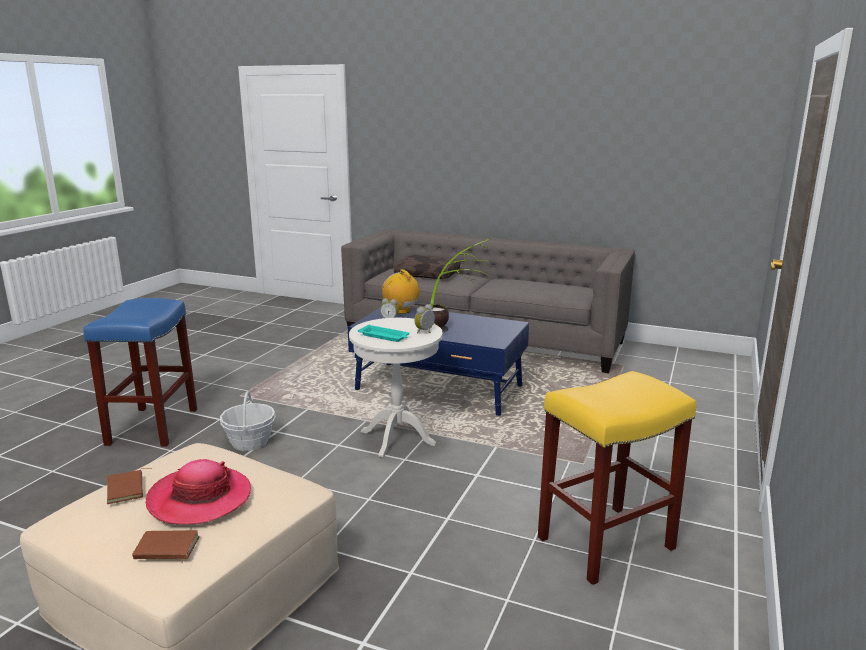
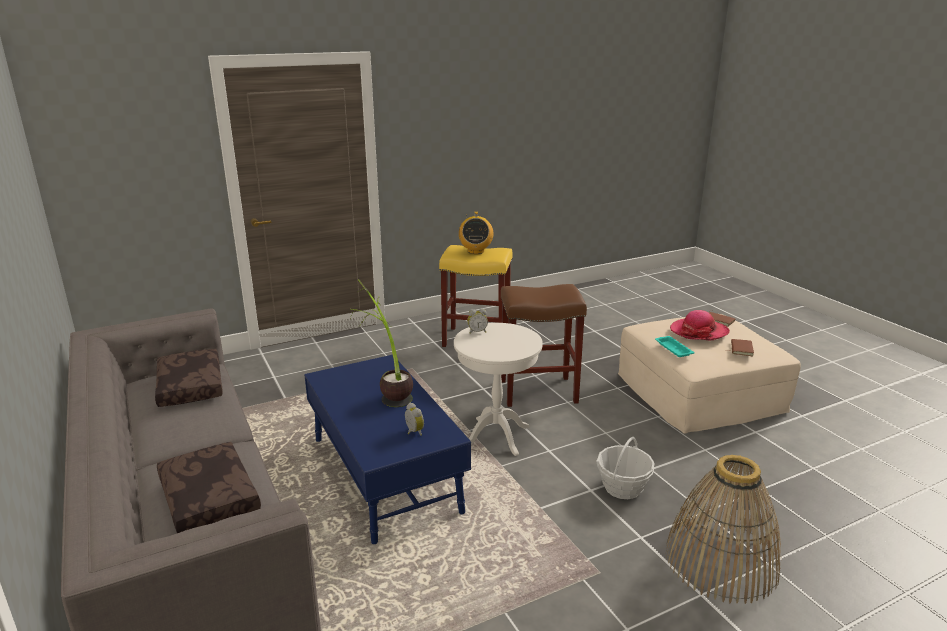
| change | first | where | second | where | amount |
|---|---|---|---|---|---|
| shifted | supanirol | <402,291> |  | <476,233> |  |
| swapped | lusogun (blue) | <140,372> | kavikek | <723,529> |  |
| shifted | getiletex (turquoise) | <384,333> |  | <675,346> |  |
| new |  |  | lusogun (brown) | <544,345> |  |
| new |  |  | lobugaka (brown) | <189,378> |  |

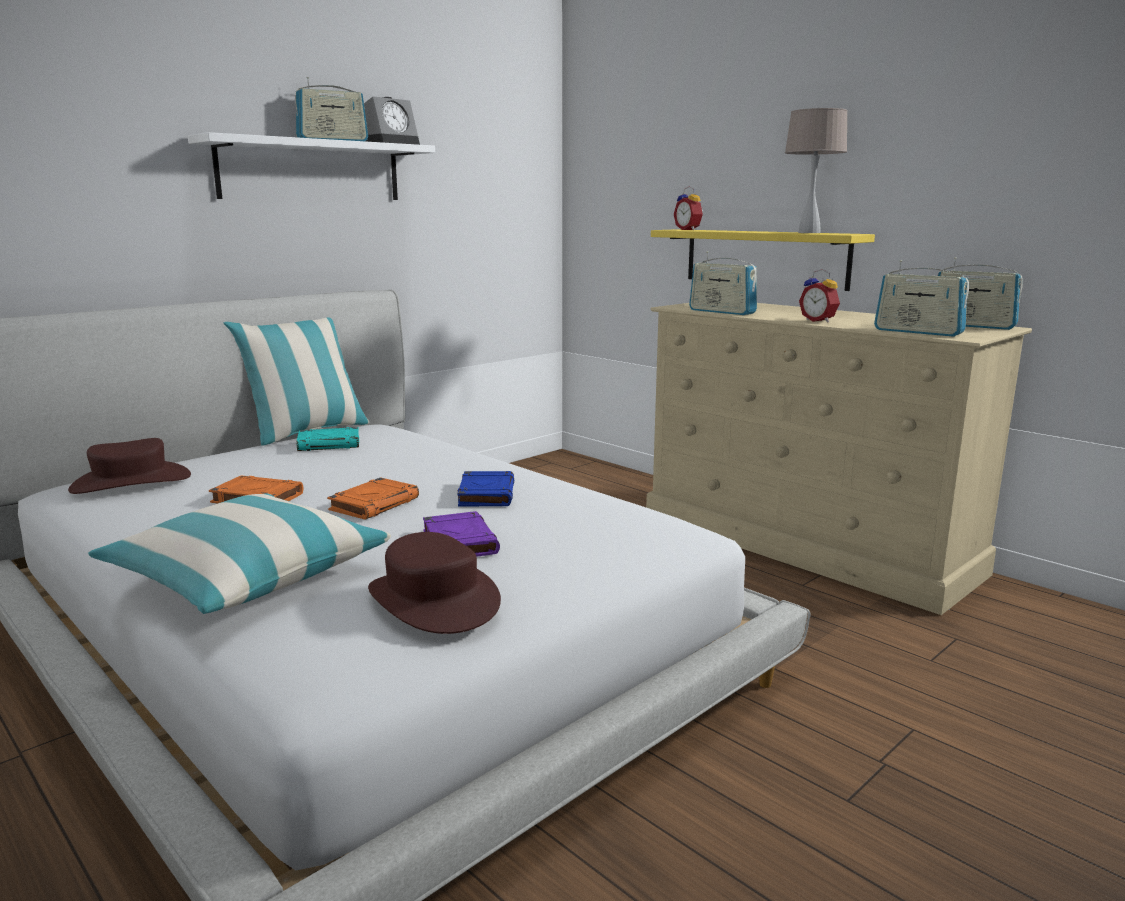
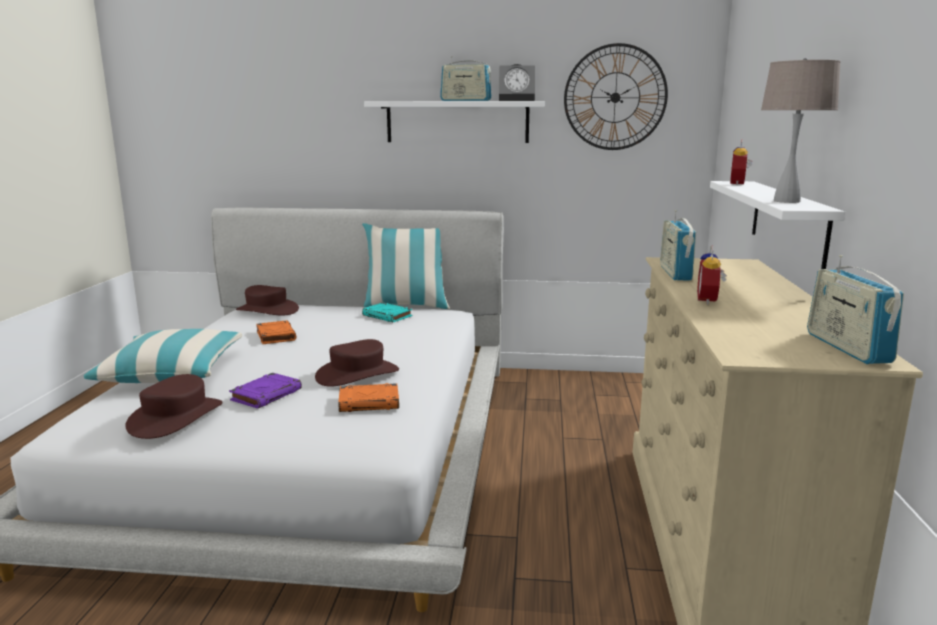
| change | first | where | second | where | amount |
|---|---|---|---|---|---|
| repainted | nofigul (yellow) | <763,260> | nofigul (white) | <777,225> |  |
| gone | supanirol | <922,298> |  |  |  |
| swapped | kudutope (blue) | <486,489> | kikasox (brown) | <357,363> |  |
| shifted | kudutope (orange) | <373,498> |  | <368,397> |  |
| new |  |  | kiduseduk | <616,96> |  |

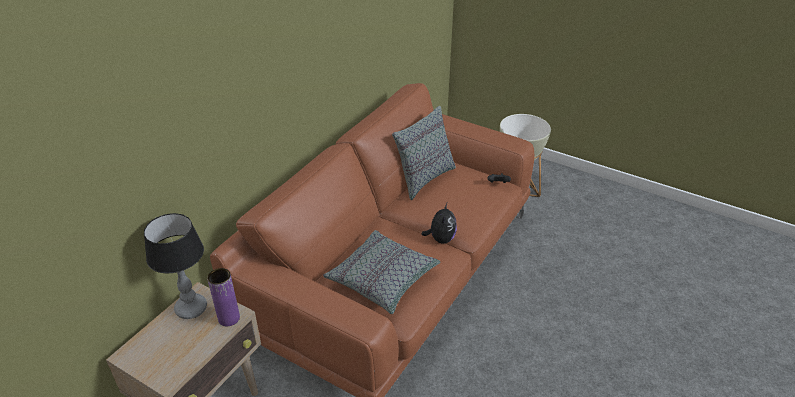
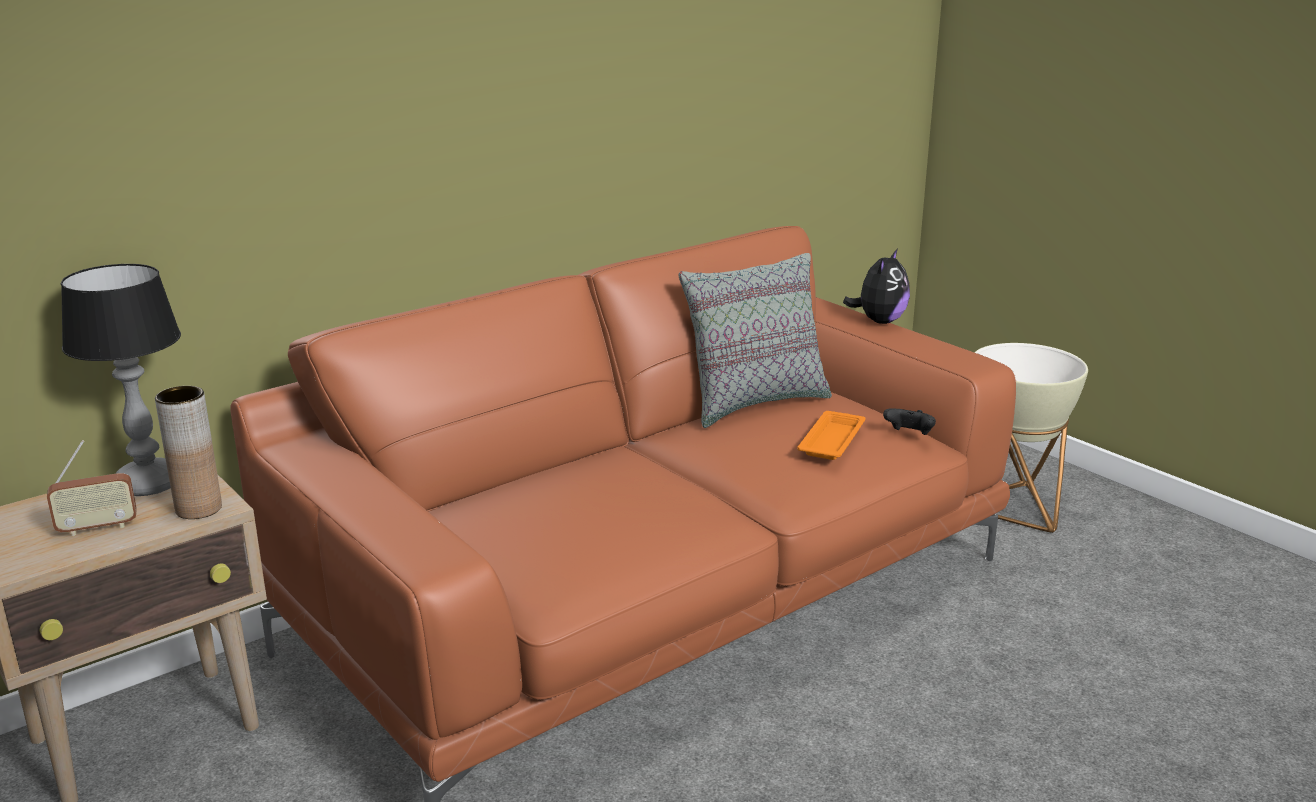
| change | first | where | second | where | amount |
|---|---|---|---|---|---|
| shifted | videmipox | <439,223> |  | <876,286> |  |
| gone | lobugaka (grey) | <382,272> |  |  |  |
| repainted | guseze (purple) | <223,297> | guseze (brown) | <188,452> |  |
| new |  |  | getiletex (orange) | <831,435> |  |
| new |  |  | supanirol | <92,488> |  |

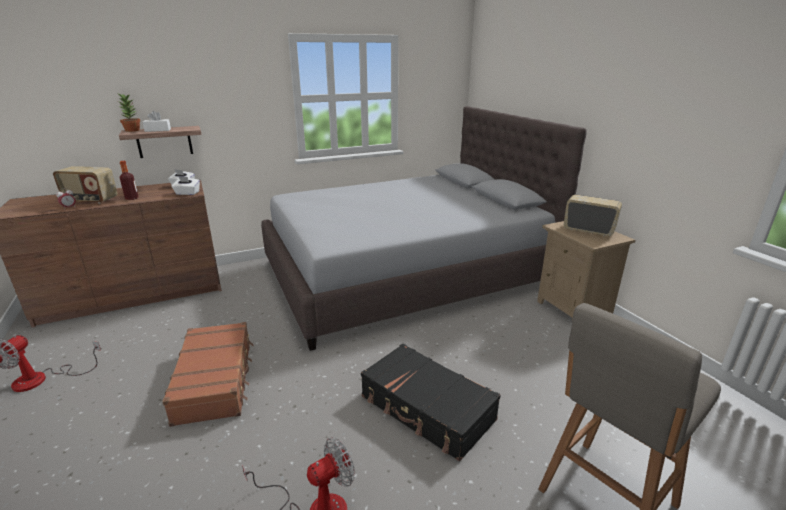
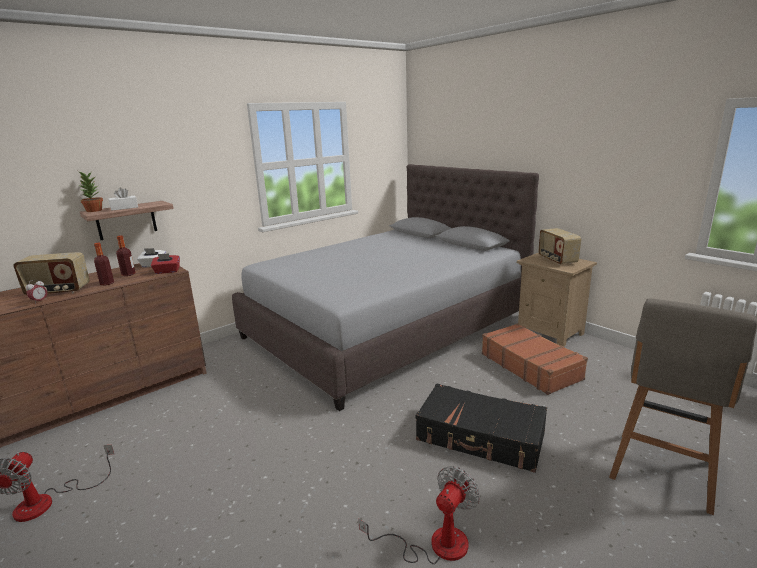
| change | first | where | second | where | amount |
|---|---|---|---|---|---|
| repainted | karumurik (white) | <186,185> | karumurik (red) | <165,263> |  |
| rotated | supanirol | <593,215> |  | <560,246> | 120 degrees counterclockwise |
| shifted | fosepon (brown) | <208,374> |  | <535,359> |  |
| new |  |  | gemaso | <126,256> |  |

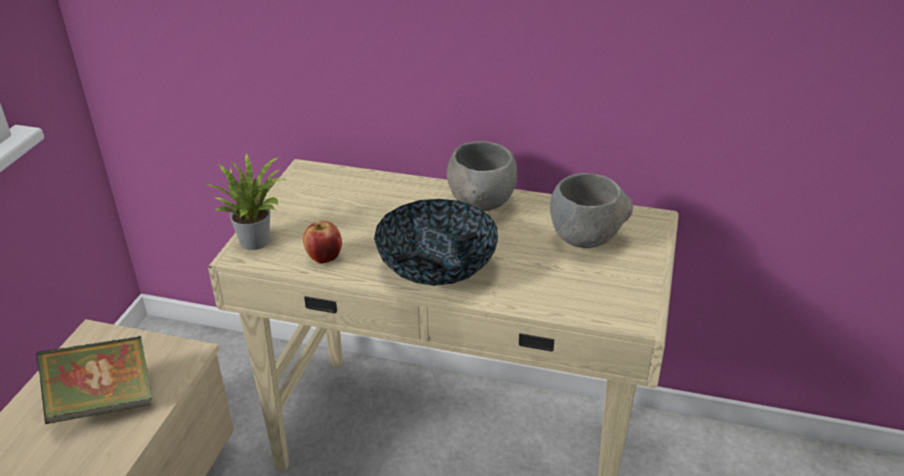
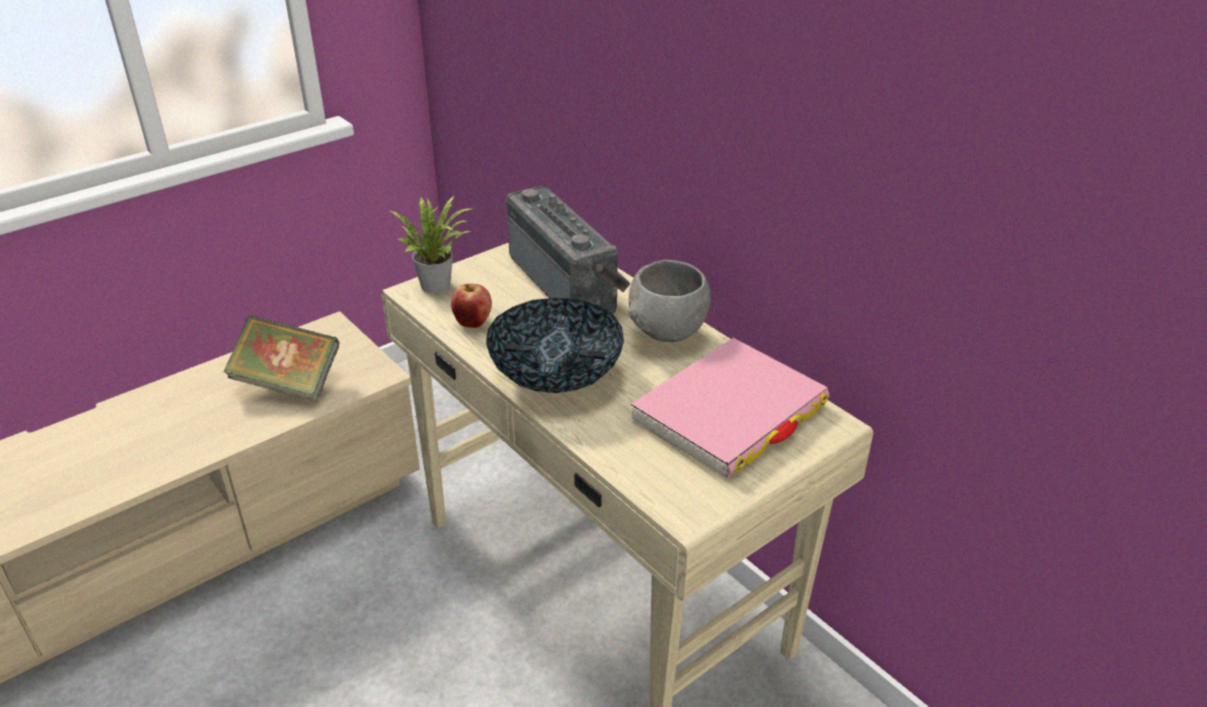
| change | first | where | second | where | amount |
|---|---|---|---|---|---|
| swapped | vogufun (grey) | <591,210> | kudutope (pink) | <730,408> |  |
| new |  |  | supanirol | <568,250> |  |

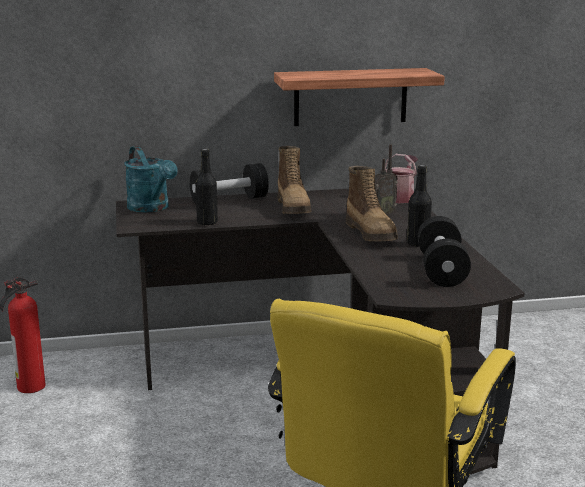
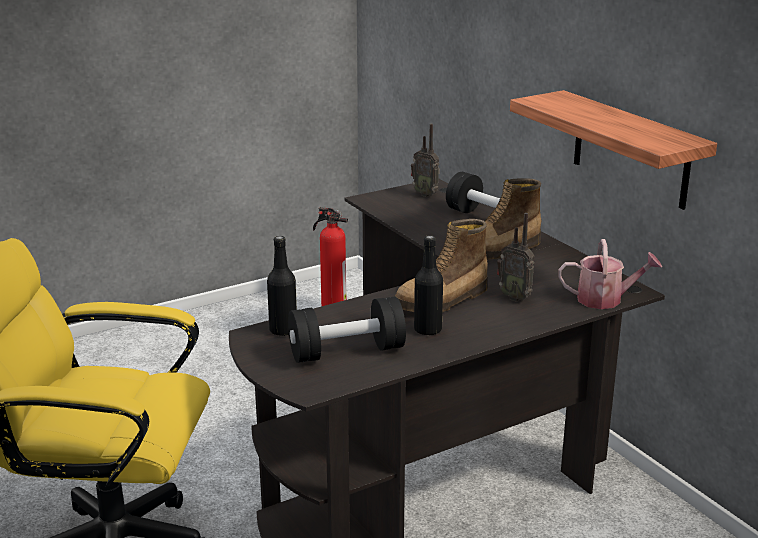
| change | first | where | second | where | amount |
|---|---|---|---|---|---|
| swapped | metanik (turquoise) | <151,179> | supanirol | <425,160> |  |
| shifted | gemaso (black) | <207,187> |  | <282,286> |  |

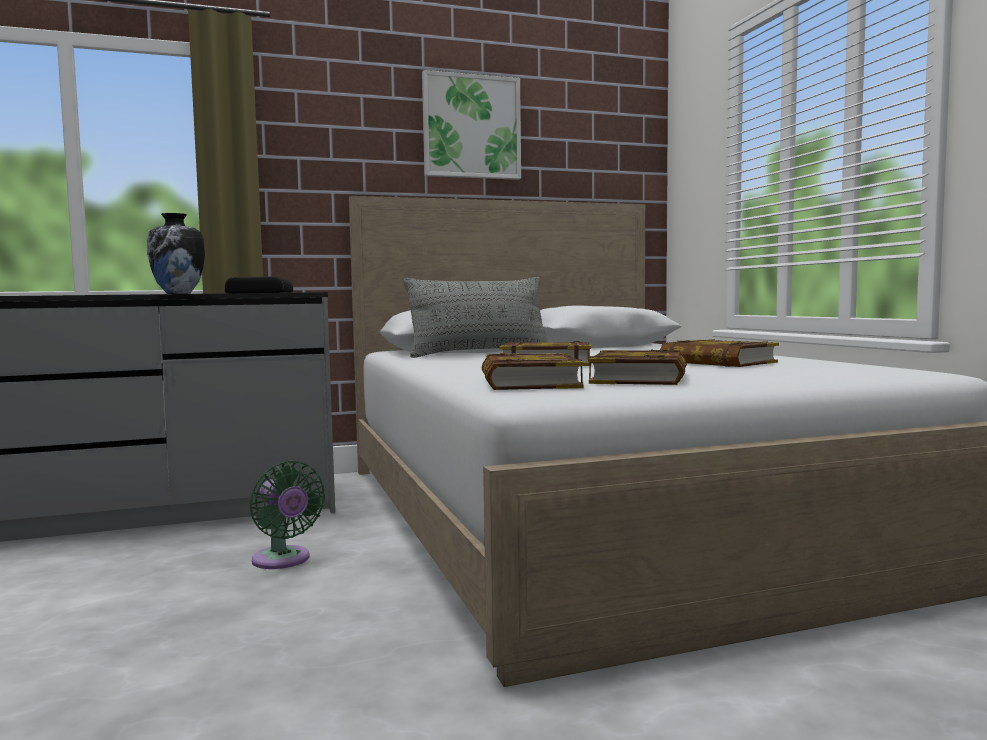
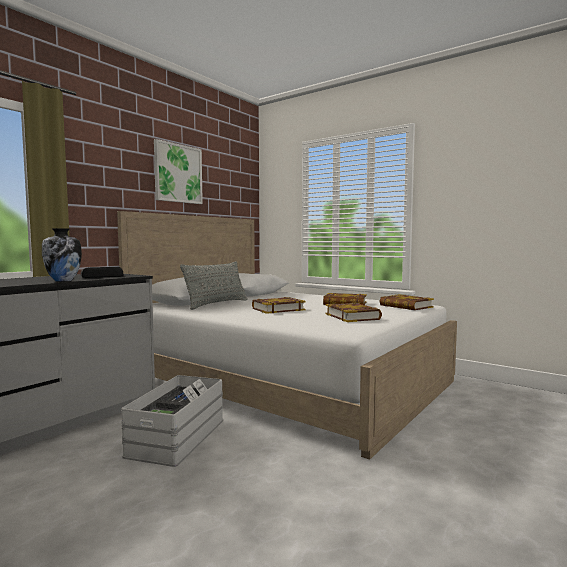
| change | first | where | second | where | amount |
|---|---|---|---|---|---|
| shifted | kudutope | <533,371> |  | <406,302> |  |
| swapped | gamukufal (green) | <287,514> | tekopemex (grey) | <172,421> |  |

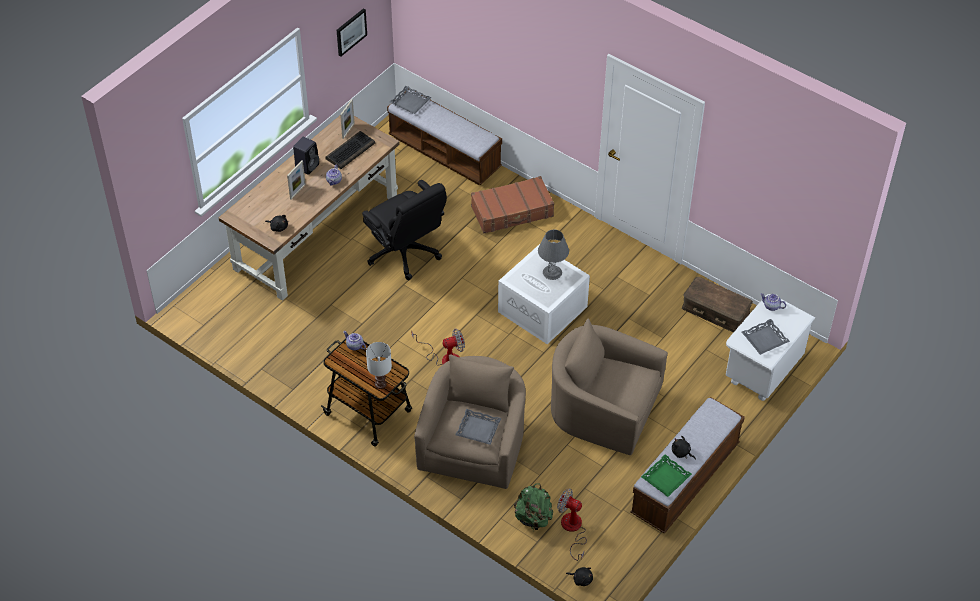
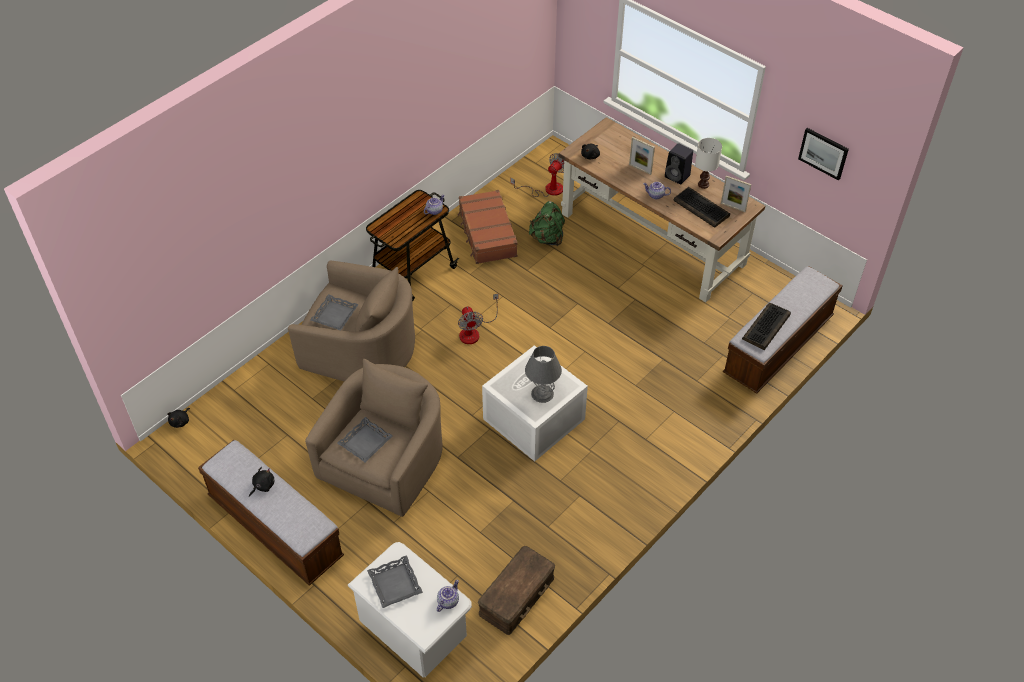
| change | first | where | second | where | amount |
|---|---|---|---|---|---|
| shifted | getiletex (grey) | <411,100> |  | <365,439> |  |
| shifted | fosepon (brown) | <512,204> |  | <487,227> |  |
| gone | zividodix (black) | <404,230> |  |  |  |
| shifted | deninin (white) | <379,365> |  | <708,163> |  |
| gone | getiletex (green) | <666,475> |  |  |  |
| shifted | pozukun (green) | <533,507> |  | <547,224> |  |
| shifted | gamukufal | <572,525> |  | <537,175> |  |
| new |  |  | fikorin | <766,326> |  |

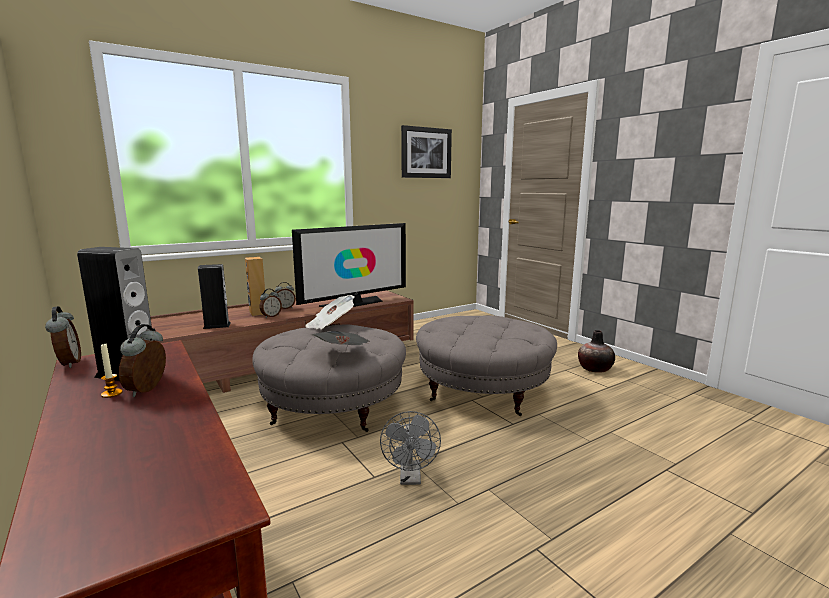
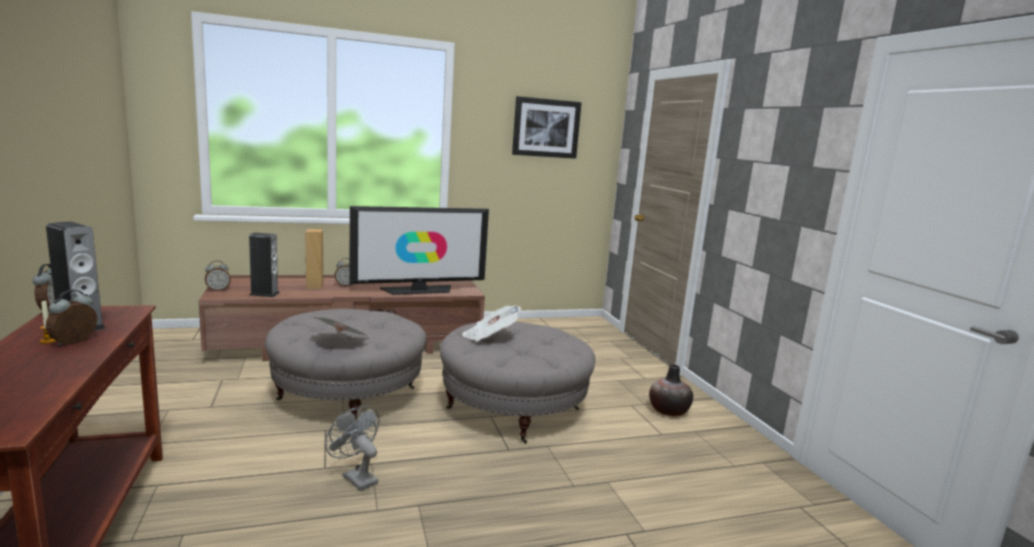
| change | first | where | second | where | amount |
|---|---|---|---|---|---|
| shifted | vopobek | <271,303> |  | <218,275> |  |
| shifted | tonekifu | <329,312> |  | <491,324> |  |
| rotated | gamukufal (grey) | <410,448> |  | <352,448> | 120 degrees clockwise |

